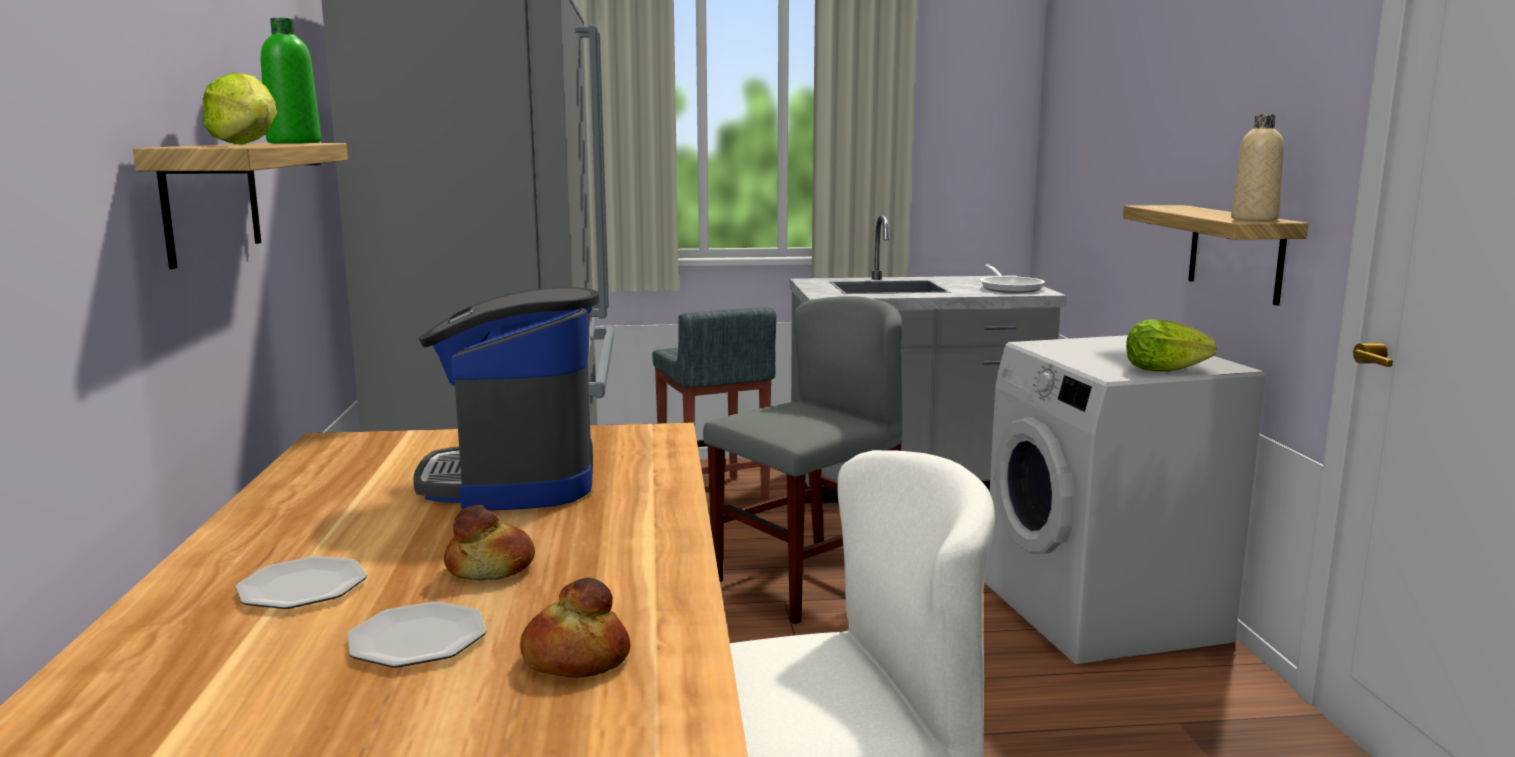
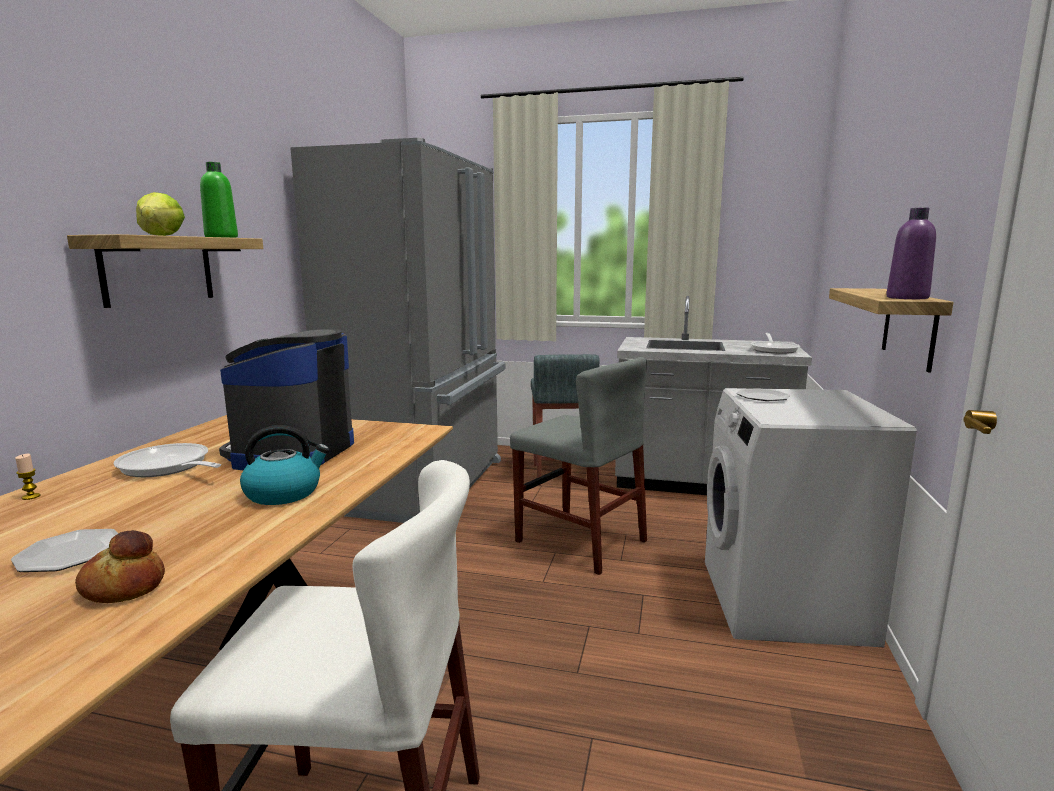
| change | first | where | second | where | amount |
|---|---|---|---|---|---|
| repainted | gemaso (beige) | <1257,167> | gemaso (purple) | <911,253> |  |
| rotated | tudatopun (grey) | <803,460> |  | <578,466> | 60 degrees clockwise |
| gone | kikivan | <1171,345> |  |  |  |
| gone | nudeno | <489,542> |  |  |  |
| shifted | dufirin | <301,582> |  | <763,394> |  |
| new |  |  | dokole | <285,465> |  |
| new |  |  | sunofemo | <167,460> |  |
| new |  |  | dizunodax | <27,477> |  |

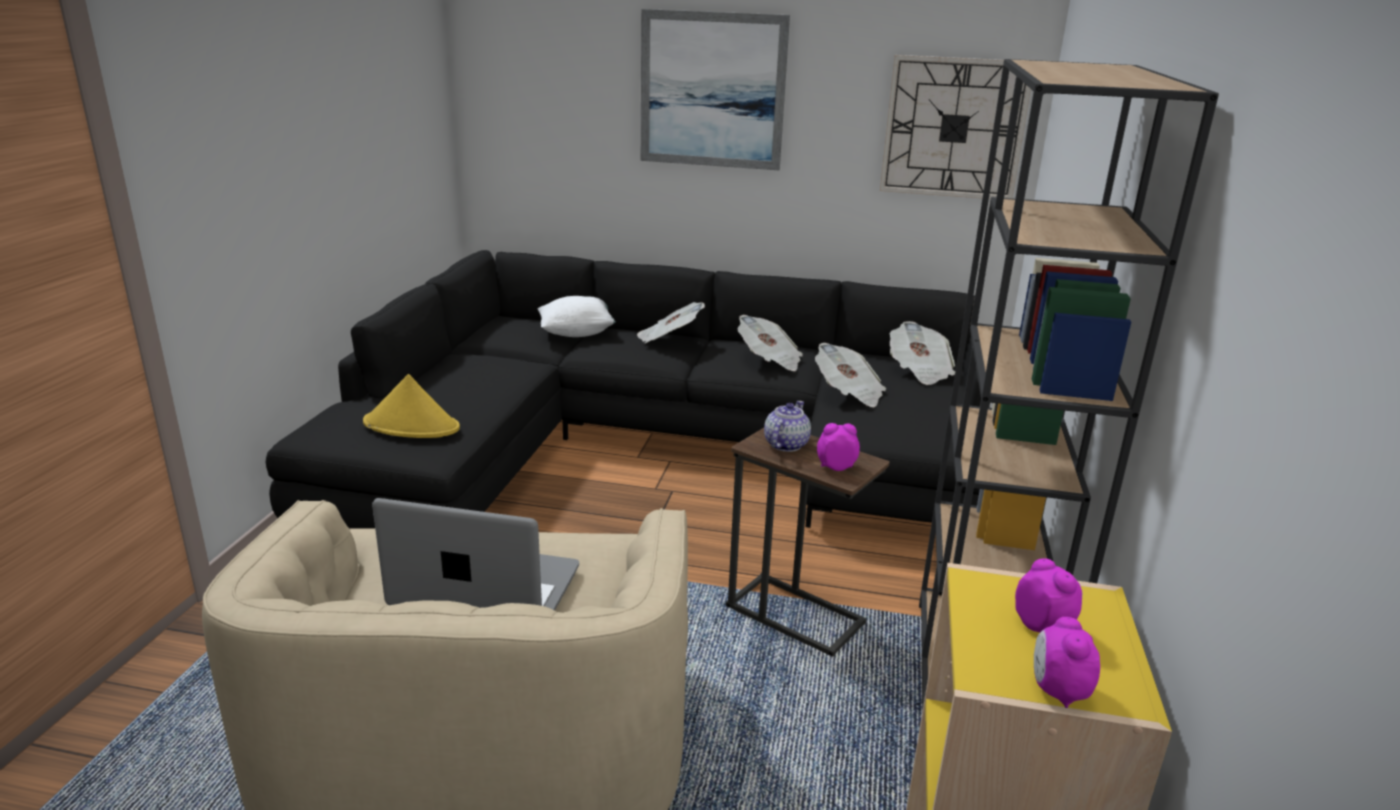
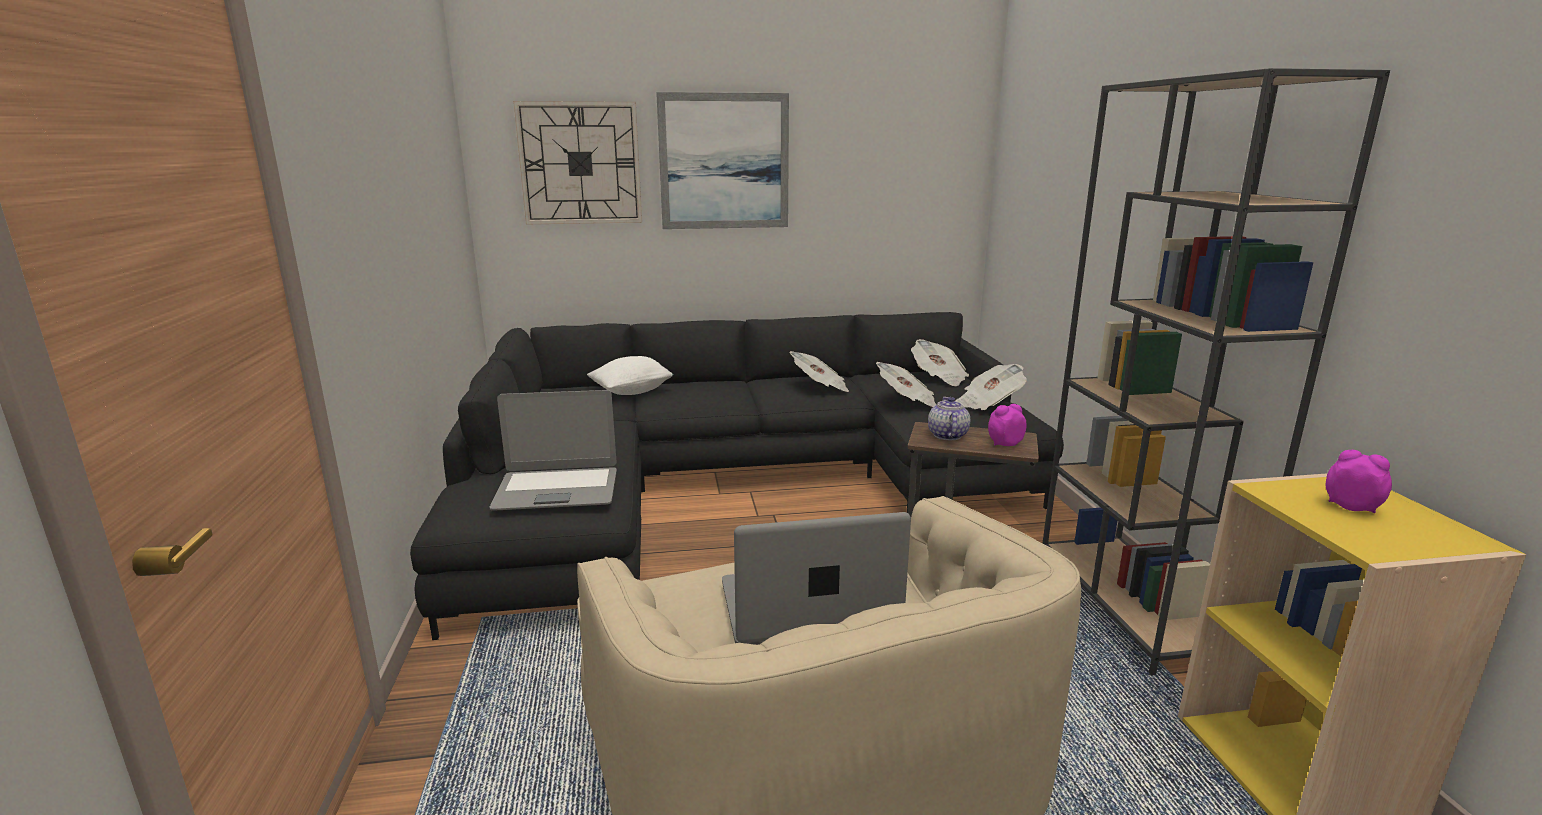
| change | first | where | second | where | amount |
|---|---|---|---|---|---|
| shifted | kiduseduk | <955,127> |  | <577,162> |  |
| shifted | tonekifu | <671,322> |  | <991,387> |  |
| swapped | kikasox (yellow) | <411,406> | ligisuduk | <553,450> |  |
| gone | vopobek | <1067,662> |  |  |  |

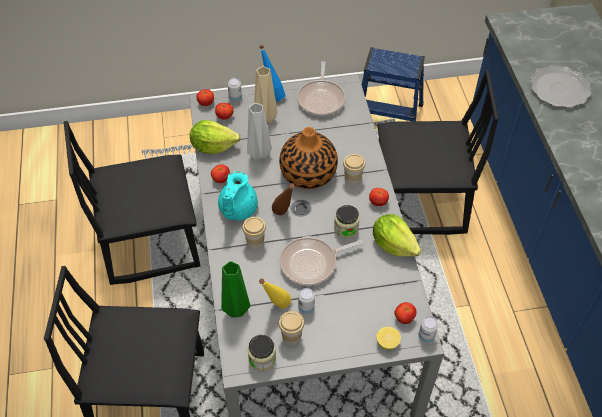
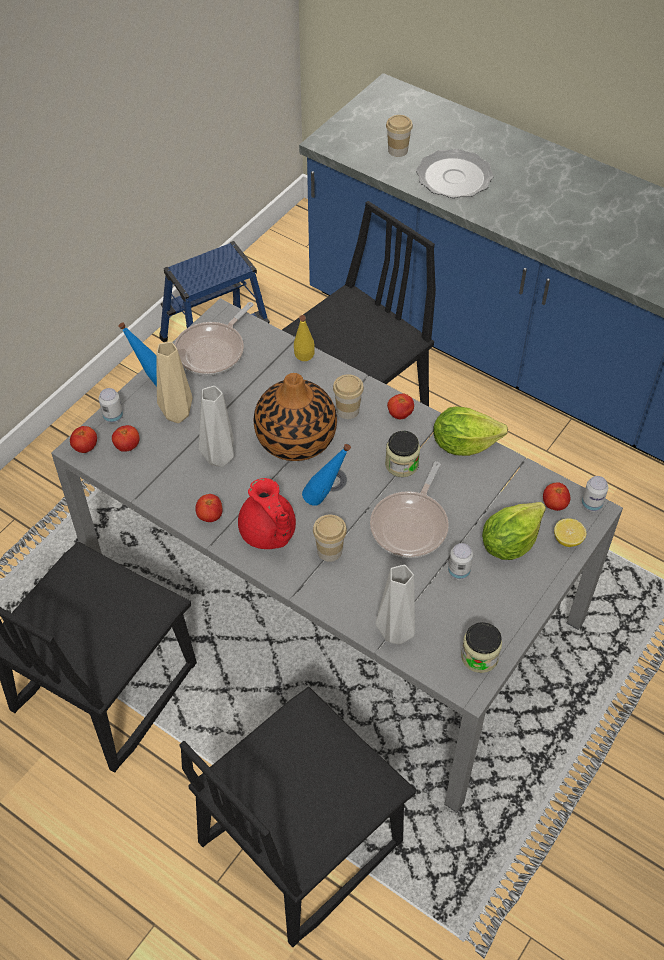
| change | first | where | second | where | amount |
|---|---|---|---|---|---|
| rotated | sunofemo | <321,88> |  | <213,338> | 75 degrees clockwise |
| shifted | kikivan | <215,137> |  | <514,531> |  |
| repainted | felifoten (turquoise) | <238,195> | felifoten (red) | <267,513> |  |
| repainted | gemaso (brown) | <283,199> | gemaso (blue) | <326,475> |  |
| repainted | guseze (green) | <235,289> | guseze (grey) | <395,605> |  |
| shifted | gemaso (yellow) | <275,294> |  | <304,338> |  |
| shifted | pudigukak | <291,328> |  | <399,136> |  |

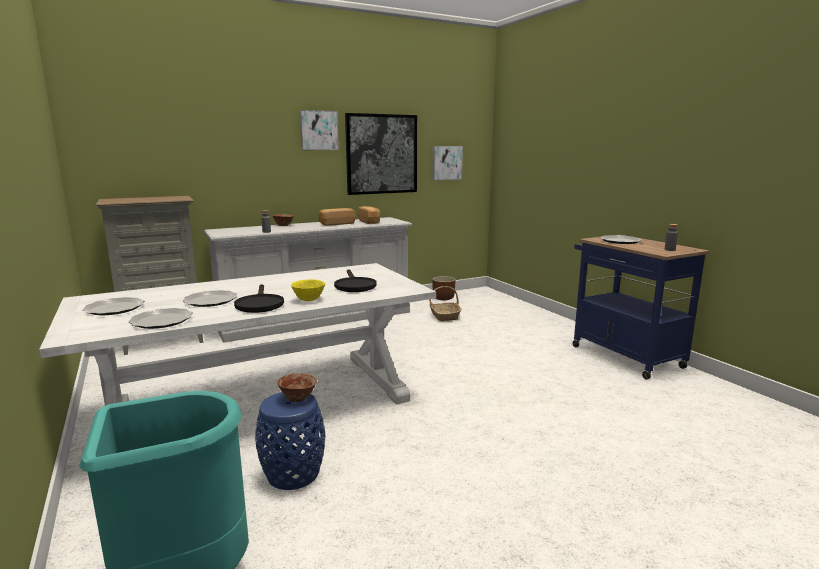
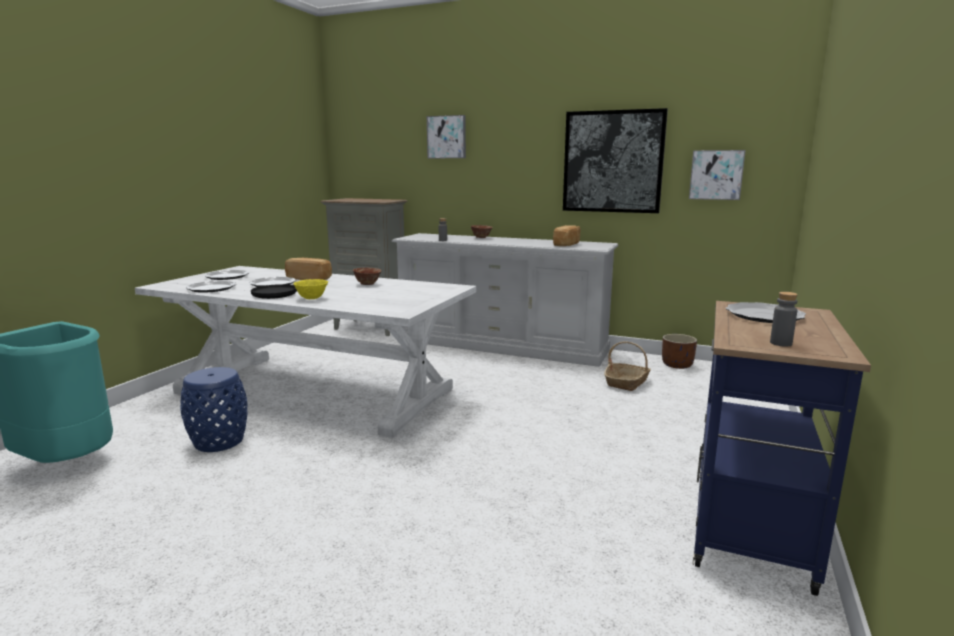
| change | first | where | second | where | amount |
|---|---|---|---|---|---|
| shifted | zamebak | <319,130> |  | <446,136> |  |
| shifted | nudeno | <337,217> |  | <308,269> |  |
| gone | sunofemo (black) | <355,280> |  |  |  |
| shifted | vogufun | <297,387> |  | <367,276> |  |

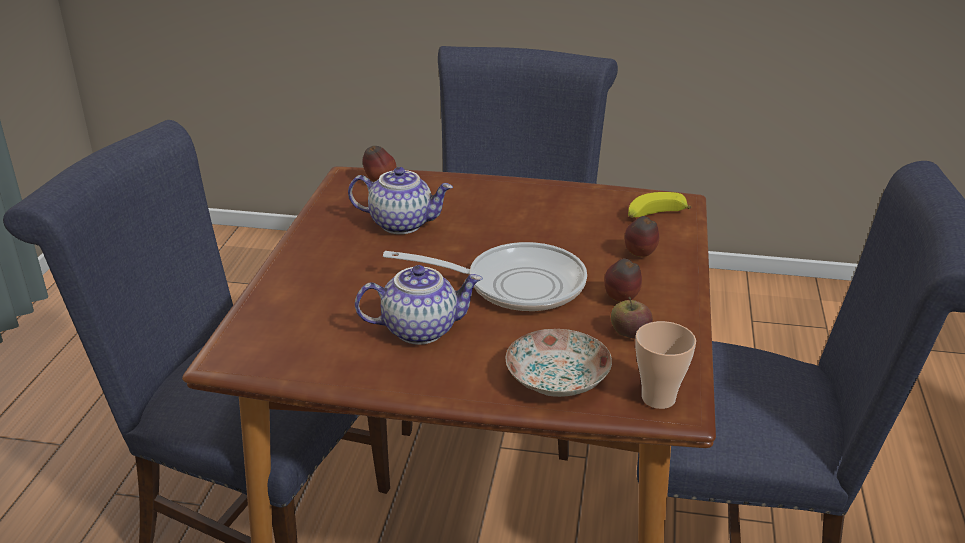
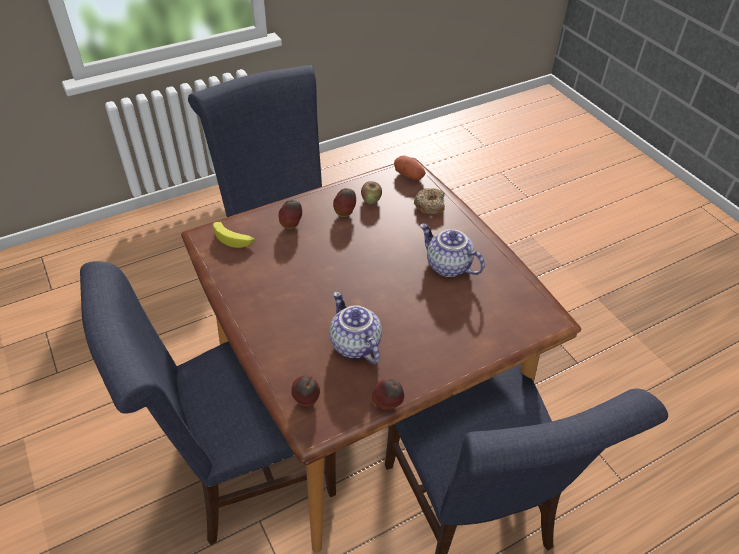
| change | first | where | second | where | amount |
|---|---|---|---|---|---|
| gone | sunofemo | <485,276> |  |  |  |
| swapped | pudigukak | <665,365> | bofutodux | <410,167> |  |
| swapped | dufirin | <558,363> | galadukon | <429,201> |  |
| new |  |  | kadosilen | <388,394> |  |

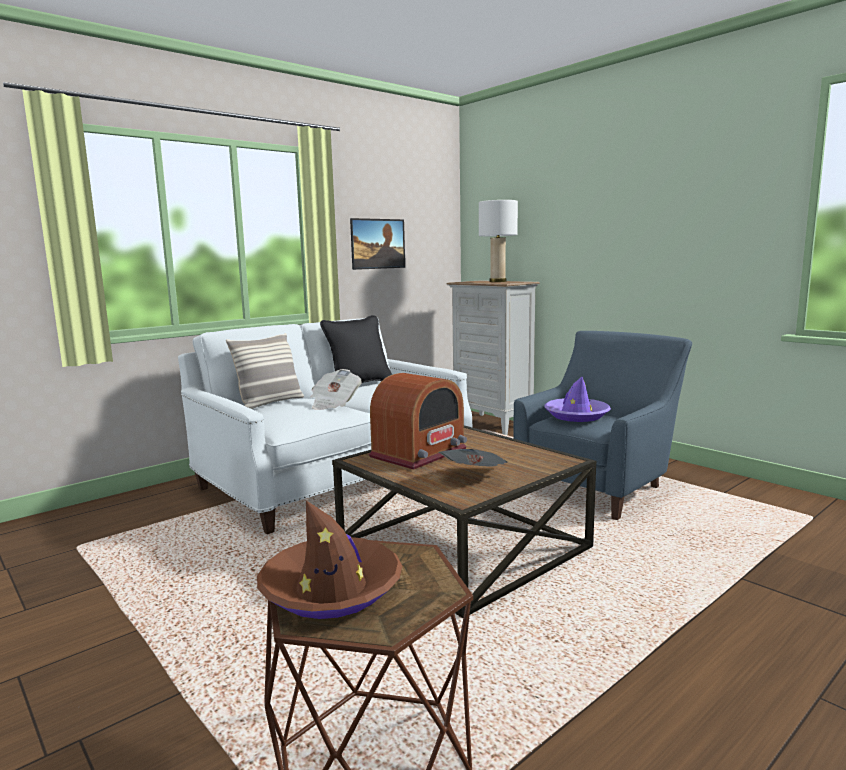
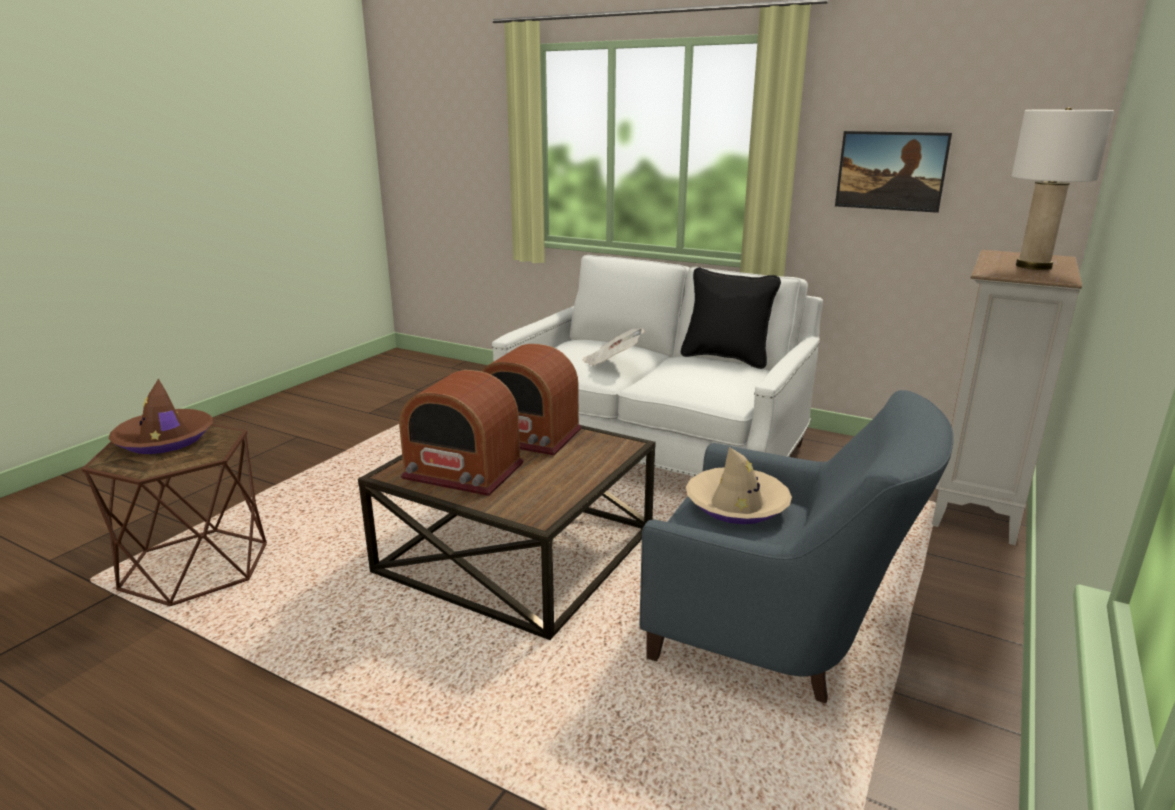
| change | first | where | second | where | amount |
|---|---|---|---|---|---|
| gone | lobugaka | <265,371> |  |  |  |
| repainted | kikasox (purple) | <578,399> | kikasox (beige) | <739,485> |  |
| swapped | tonekifu | <473,458> | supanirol | <461,433> |  |

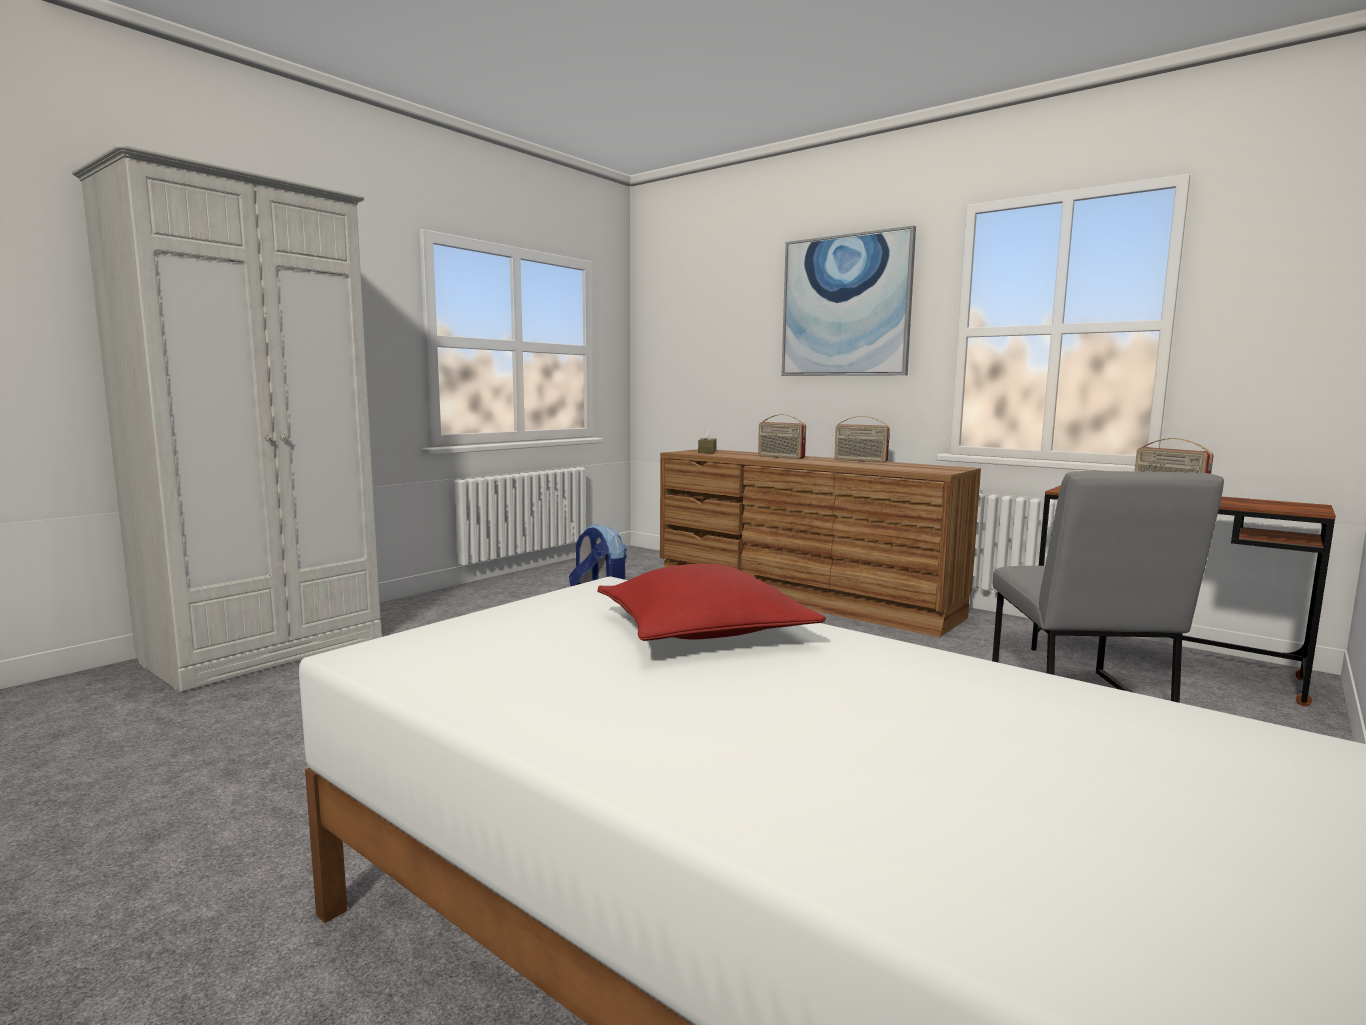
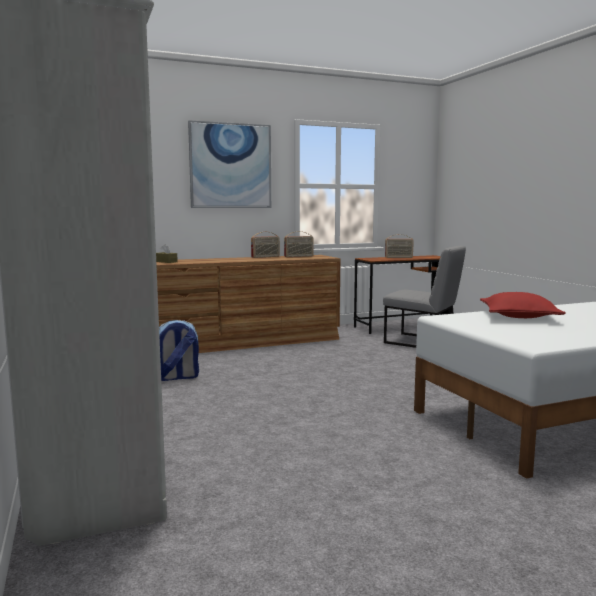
| change | first | where | second | where | amount |
|---|---|---|---|---|---|
| shifted | supanirol | <782,436> |  | <299,244> |  |

